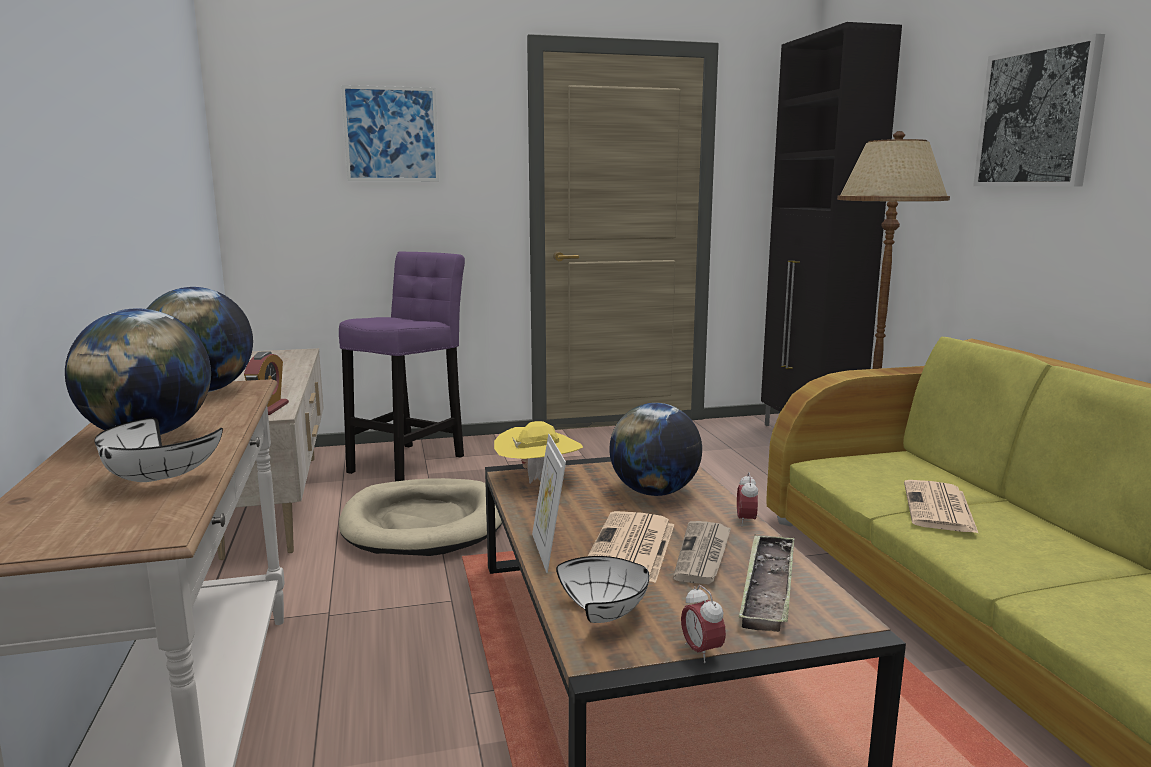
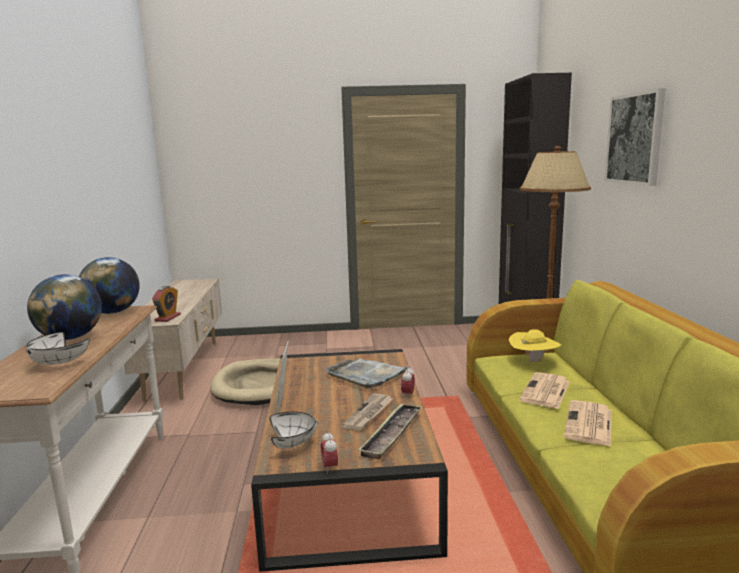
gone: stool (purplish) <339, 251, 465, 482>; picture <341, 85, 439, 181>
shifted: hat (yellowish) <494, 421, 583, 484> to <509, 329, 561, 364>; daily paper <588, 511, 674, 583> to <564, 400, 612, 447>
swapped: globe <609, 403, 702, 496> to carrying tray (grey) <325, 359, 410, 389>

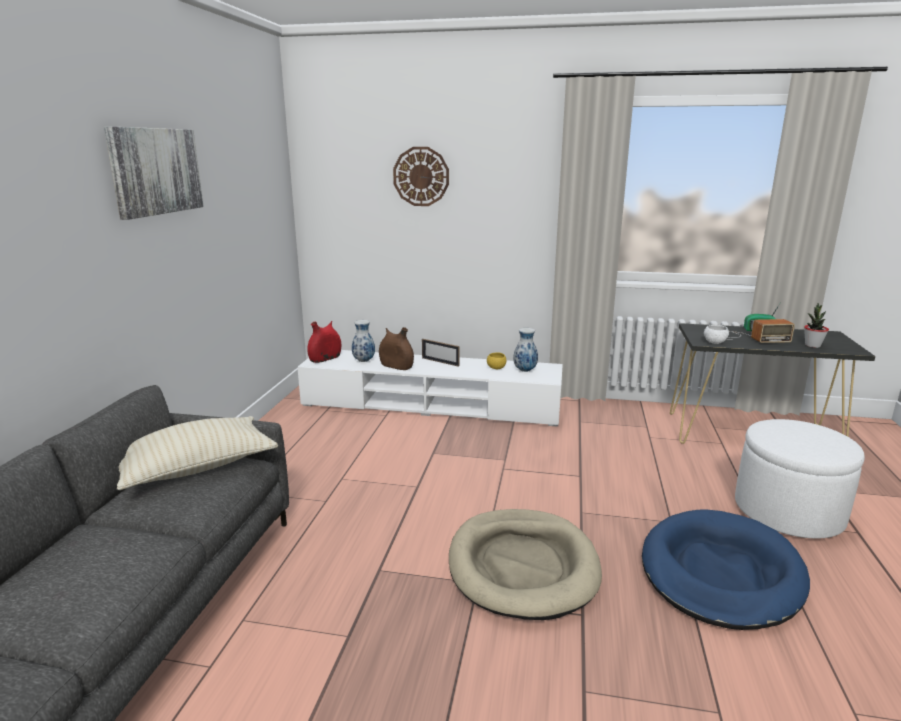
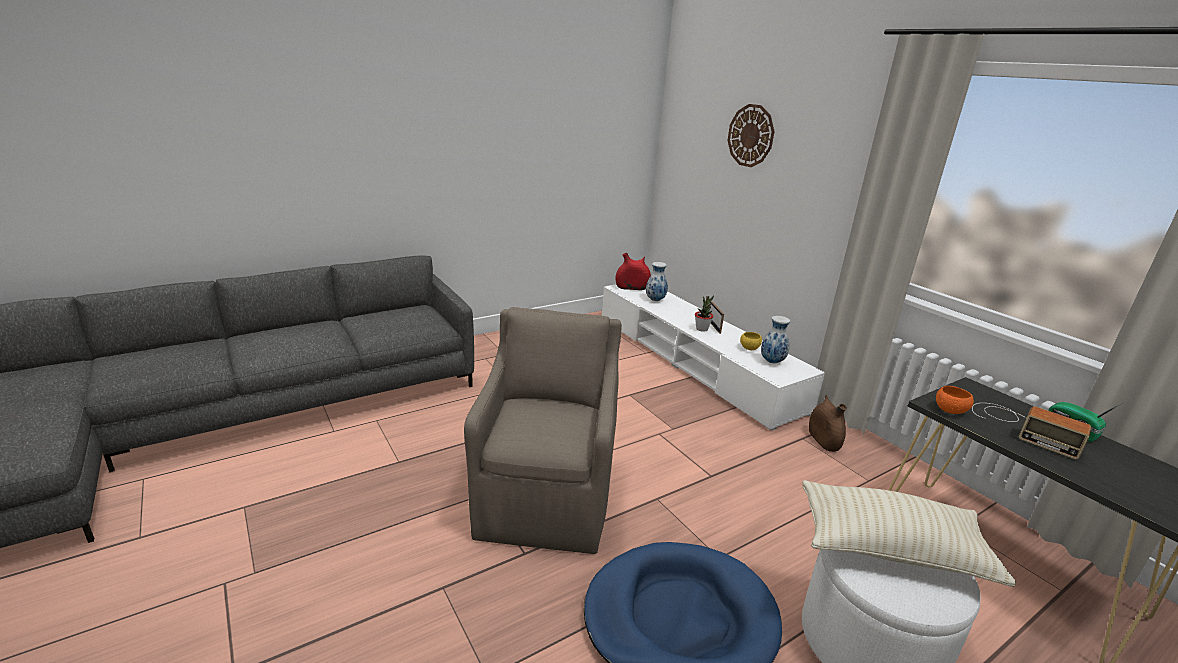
gone: picture <104, 126, 204, 220>
shifted: plant in a pot <804, 303, 829, 348> to <695, 295, 714, 332>; cushion (beige-coloured) <117, 416, 278, 490> to <802, 480, 1016, 587>; flower vase (brown-coloured) <379, 327, 414, 370> to <809, 395, 847, 452>
swapped: pet bed (beige-coloured) <449, 509, 602, 620> to lounge chair (brown-coloured) <464, 307, 622, 554>
repainted: bowl (whitish) <704, 325, 729, 344> to bowl (orangey) <936, 386, 974, 414>

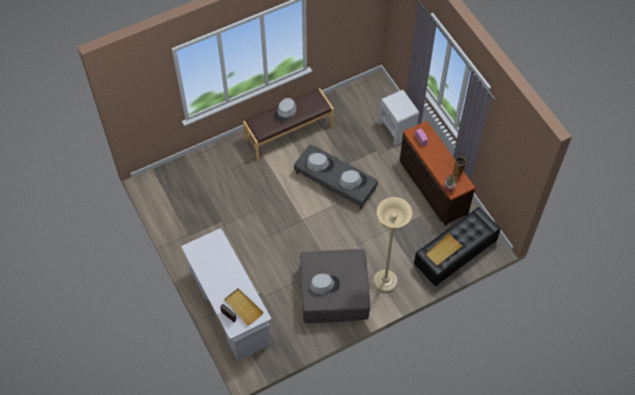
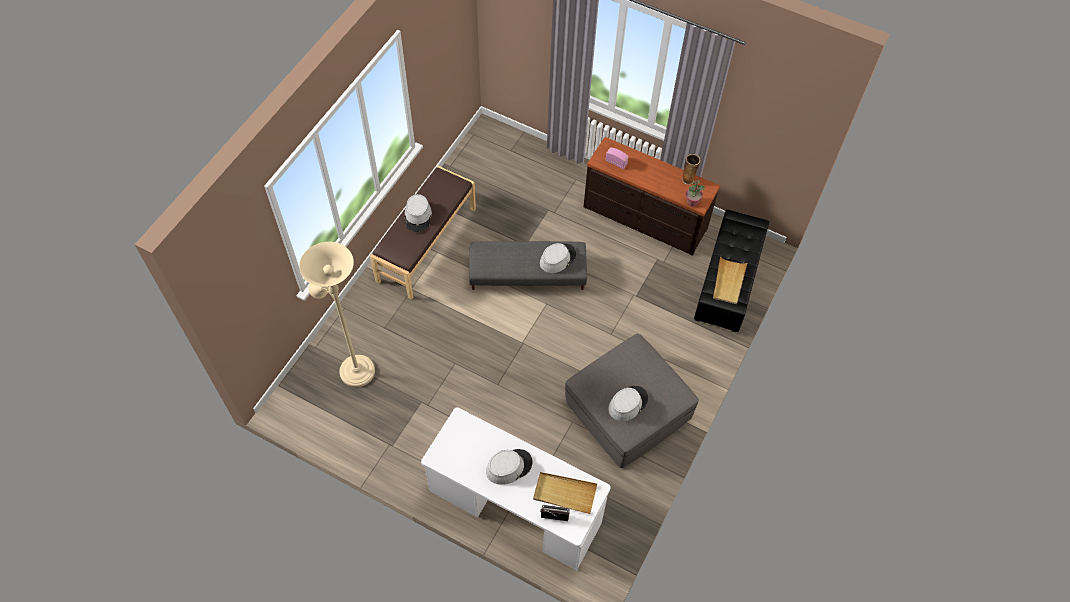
gone: nightstand (whitish) <379, 90, 419, 146>
shifted: floor lamp (beige-coloured) <373, 197, 412, 292> to <299, 242, 375, 387>; hat (grey) <306, 153, 334, 172> to <486, 449, 533, 485>

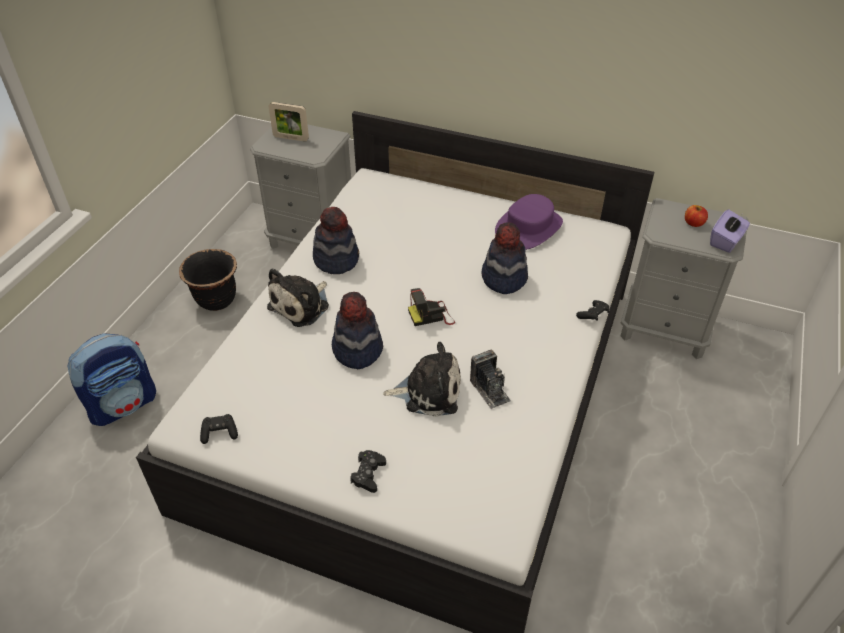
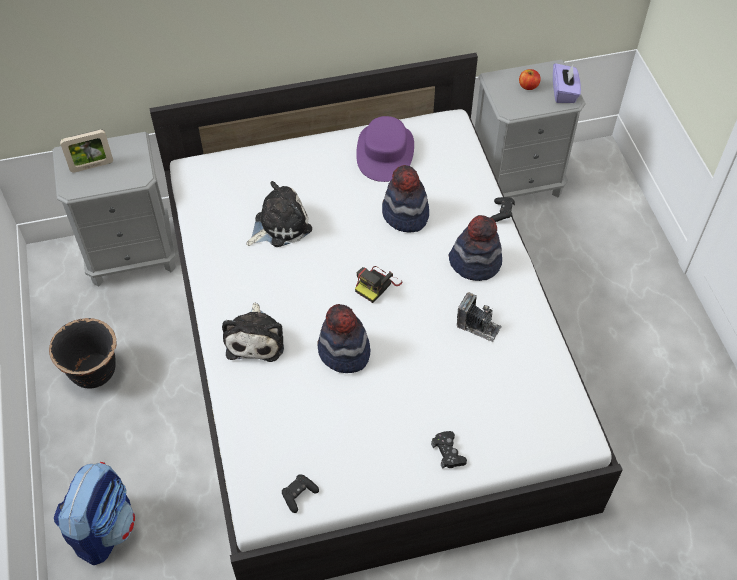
shifted: soft toy <383, 342, 461, 417> to <246, 181, 312, 247>; hat <313, 207, 359, 274> to <449, 215, 502, 281>

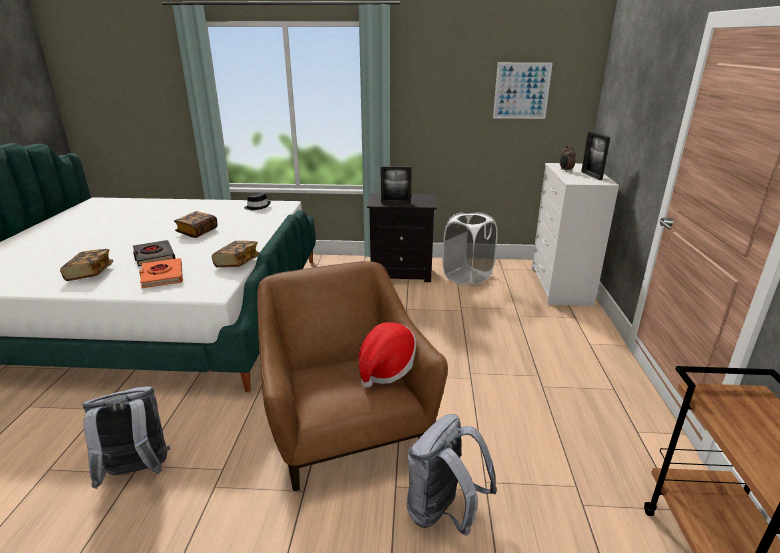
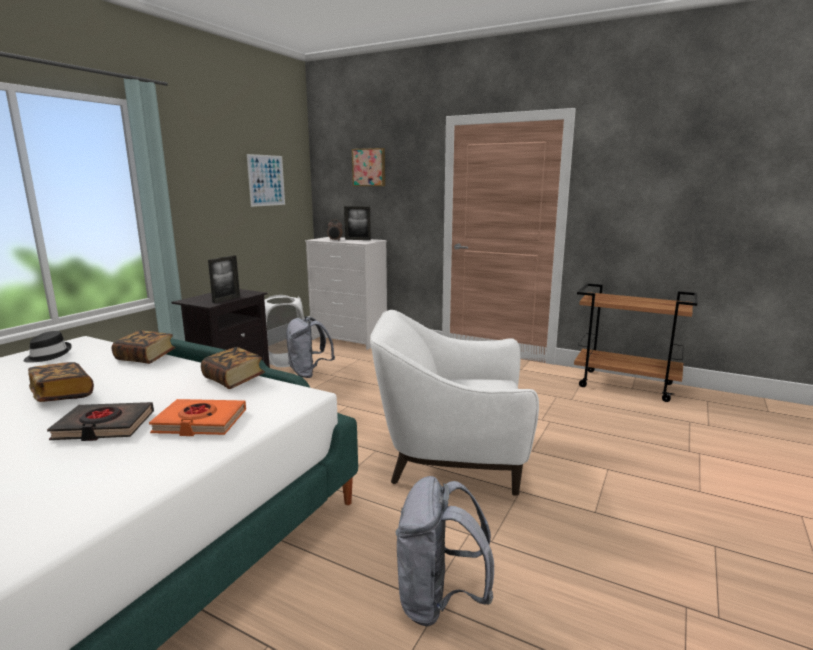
gone: hat <358, 322, 416, 388>
new: picture <352, 148, 385, 186>
shifted: volume <60, 249, 113, 281> to <111, 330, 176, 364>; rucksack (grey) <407, 414, 497, 535> to <286, 316, 335, 378>
repainted: lounge chair (brown-coloured) <257, 261, 448, 491> to lounge chair (whitish) <370, 310, 539, 496>

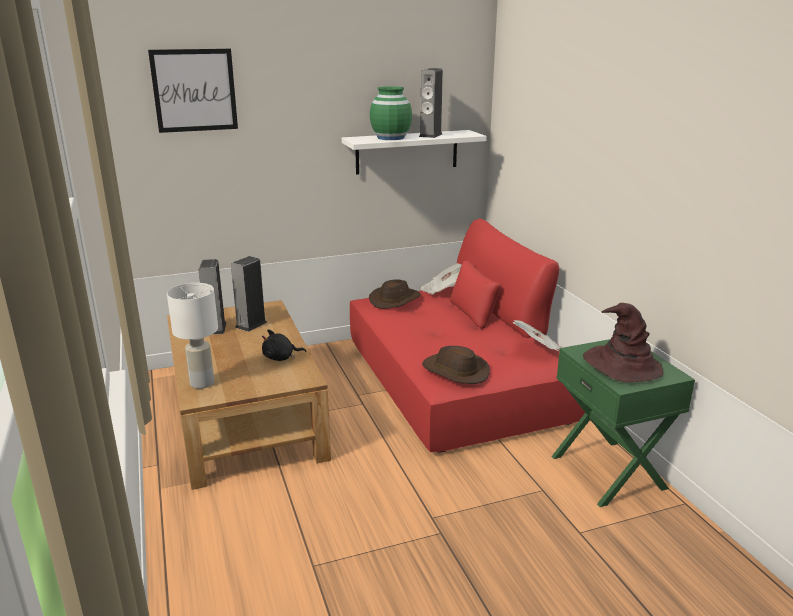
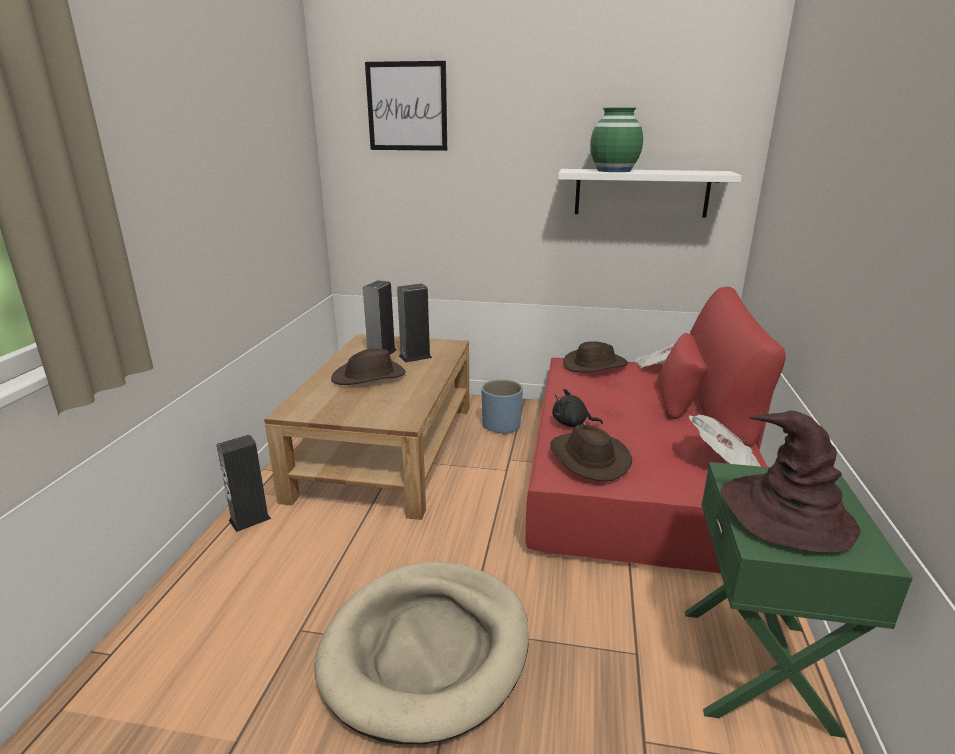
gone: tabletop lamp (whitish) <167, 283, 218, 389>
new: pet bed (beige-coloured) <314, 562, 529, 744>; hat (brown-coloured) <331, 348, 406, 385>; flower pot (blue-coloured) <481, 379, 523, 435>
shifted: audio speaker <419, 68, 443, 138> to <217, 435, 271, 532>; soft toy (black-coloured) <262, 330, 306, 361> to <552, 389, 603, 427>

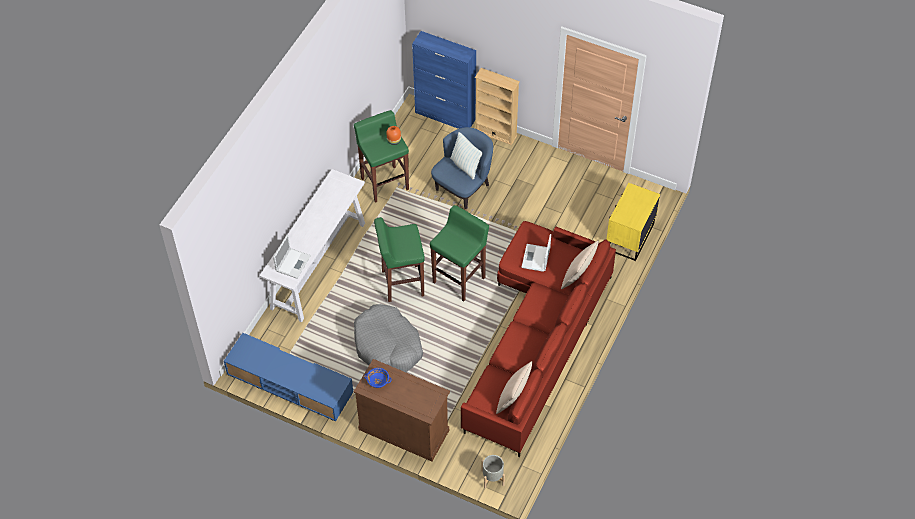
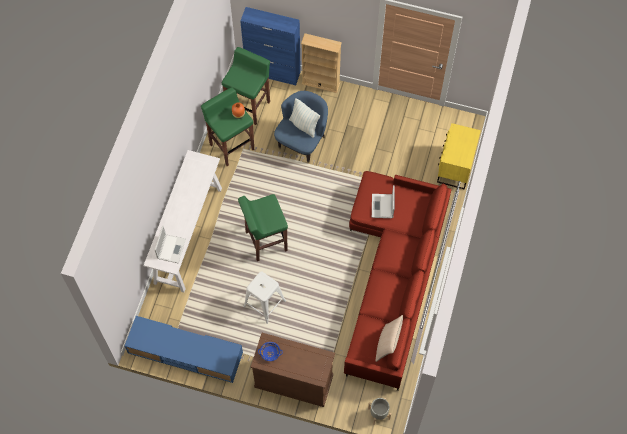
gone: cushion (beige-coloured) <561, 241, 599, 289>
shifted: stool (green) <430, 205, 489, 301> to <222, 47, 270, 125>
swapped: pet bed (grey) <354, 304, 423, 373> to stool (whitish) <243, 272, 286, 324>

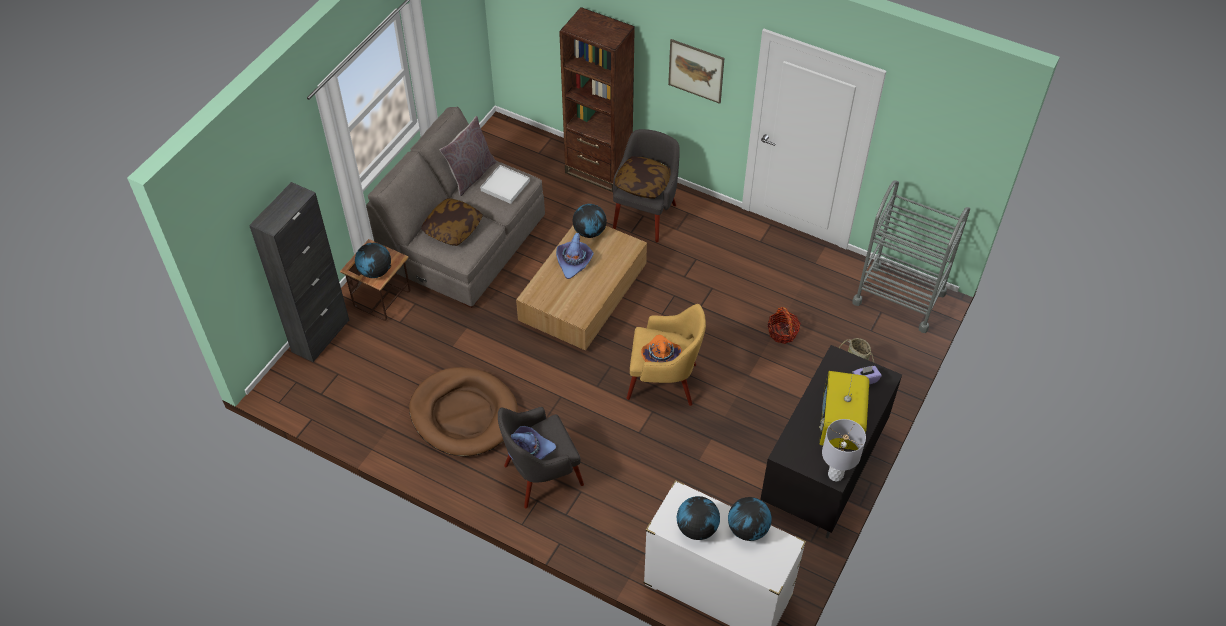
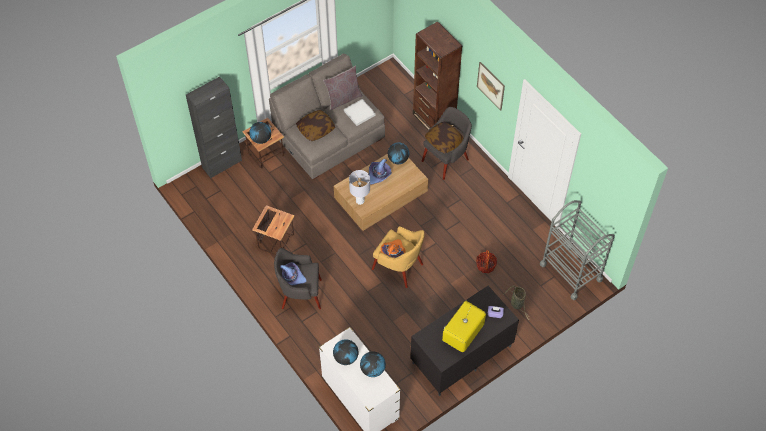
shifted: tabletop lamp (grey) <822, 419, 866, 482> to <349, 170, 370, 205>
swapped: pet bed (brown-coloured) <409, 367, 518, 456> to accent table <252, 205, 295, 255>

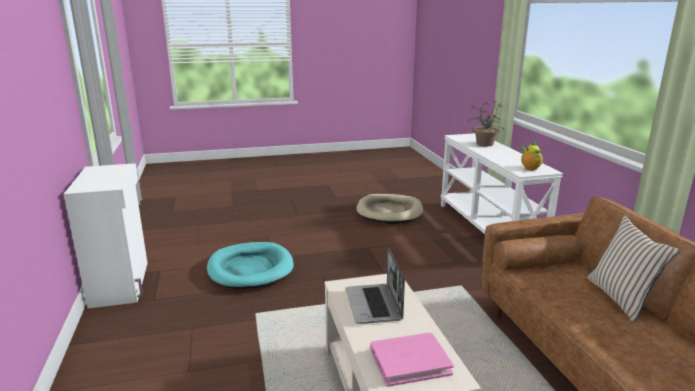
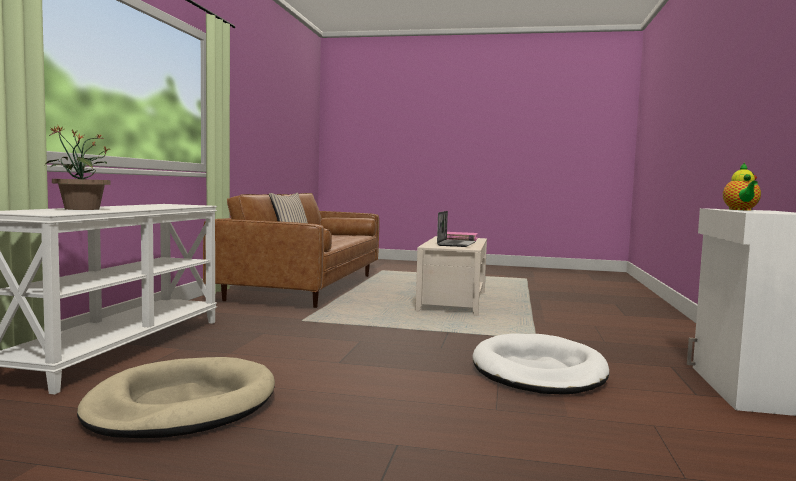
shifted: pot for tea <521, 141, 543, 170> to <723, 162, 761, 211>
repainted: pet bed (turquoise) <207, 242, 294, 289> to pet bed (whitish) <472, 333, 609, 395>

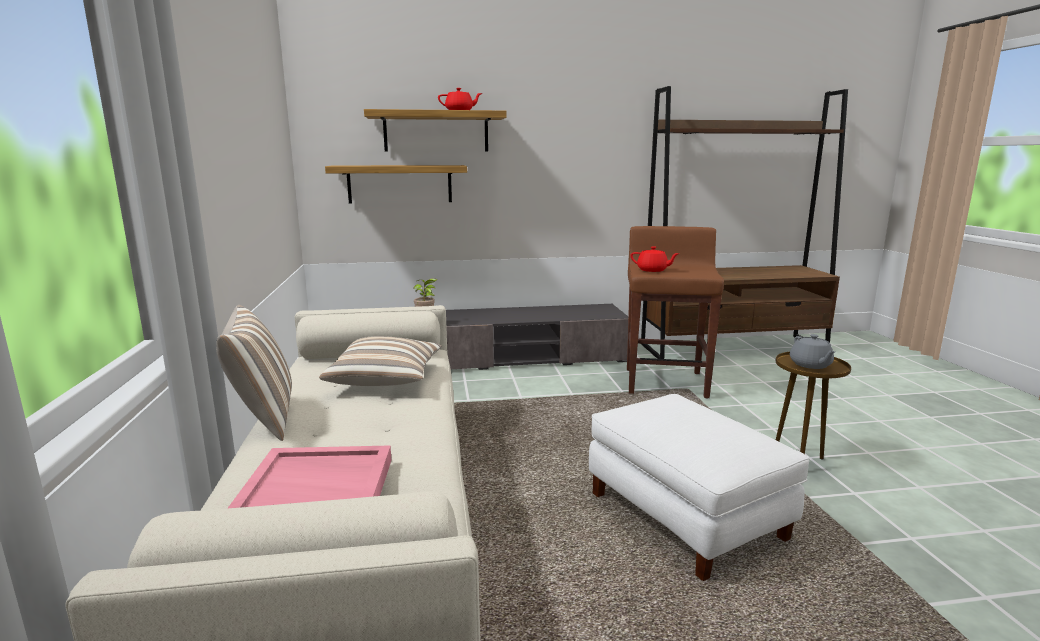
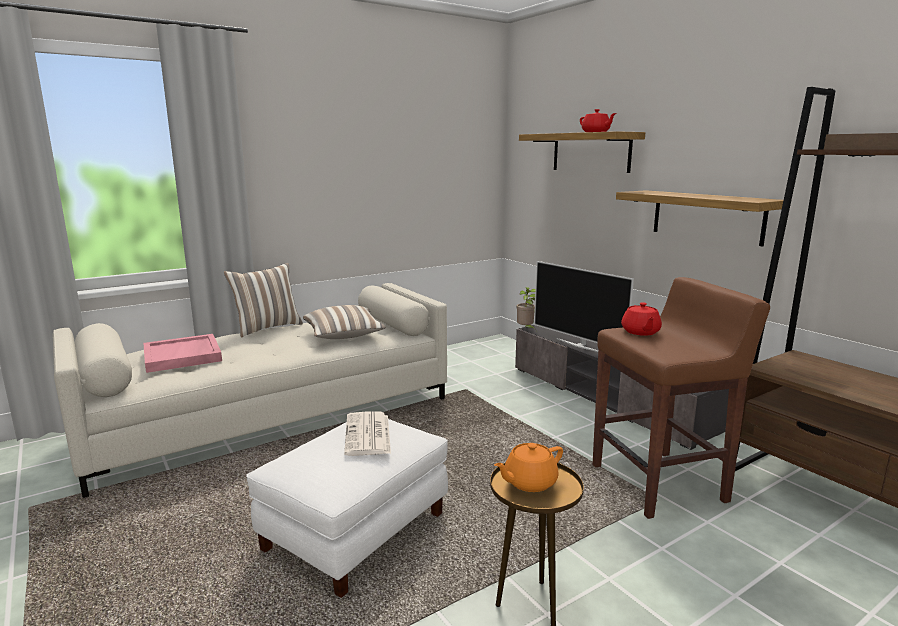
new: daily paper <344, 411, 391, 456>; television <534, 261, 634, 352>
shifted: shelf <325, 165, 467, 203> to <616, 190, 784, 246>
repainted: pot for tea (grey) <790, 334, 835, 369> to pot for tea (orangey) <494, 443, 563, 492>

